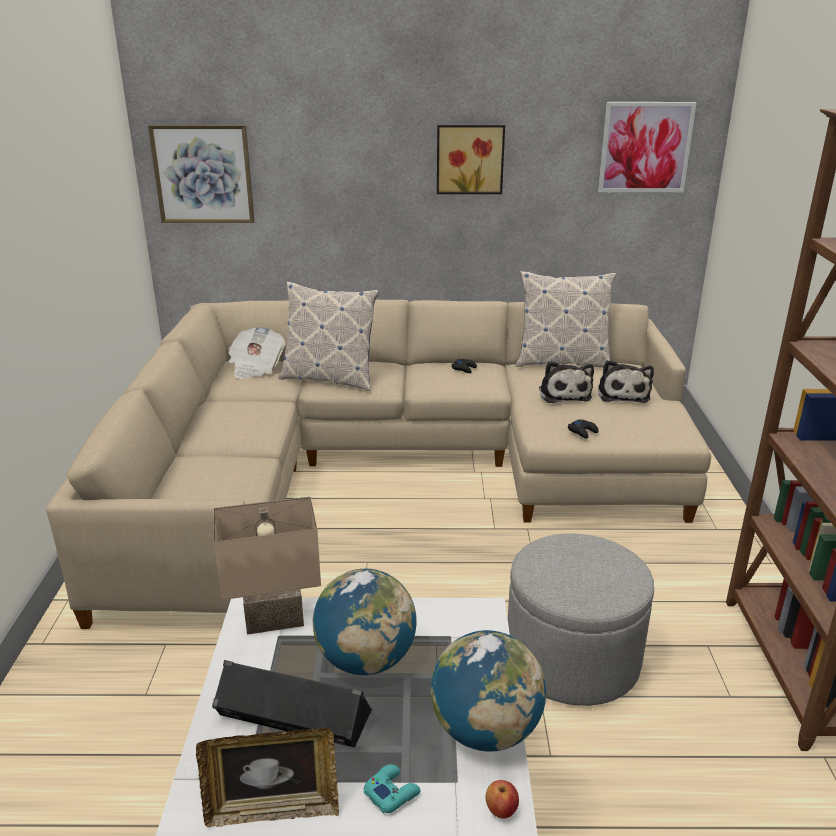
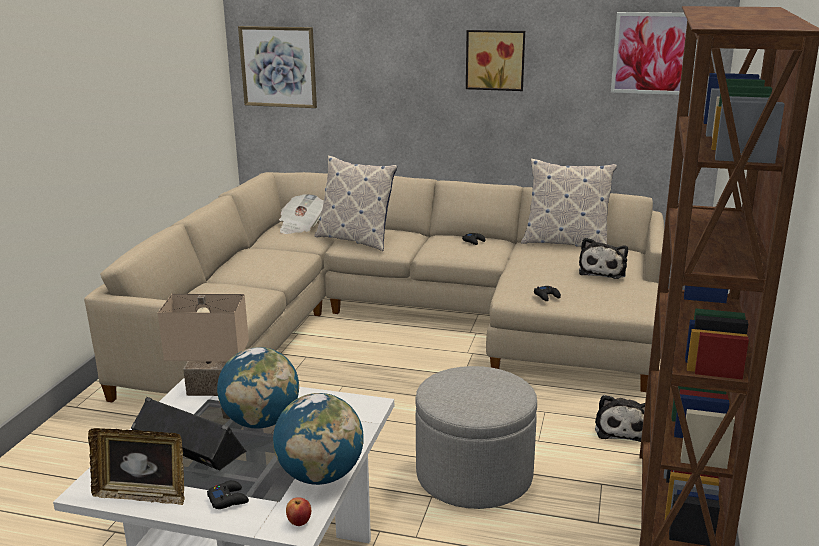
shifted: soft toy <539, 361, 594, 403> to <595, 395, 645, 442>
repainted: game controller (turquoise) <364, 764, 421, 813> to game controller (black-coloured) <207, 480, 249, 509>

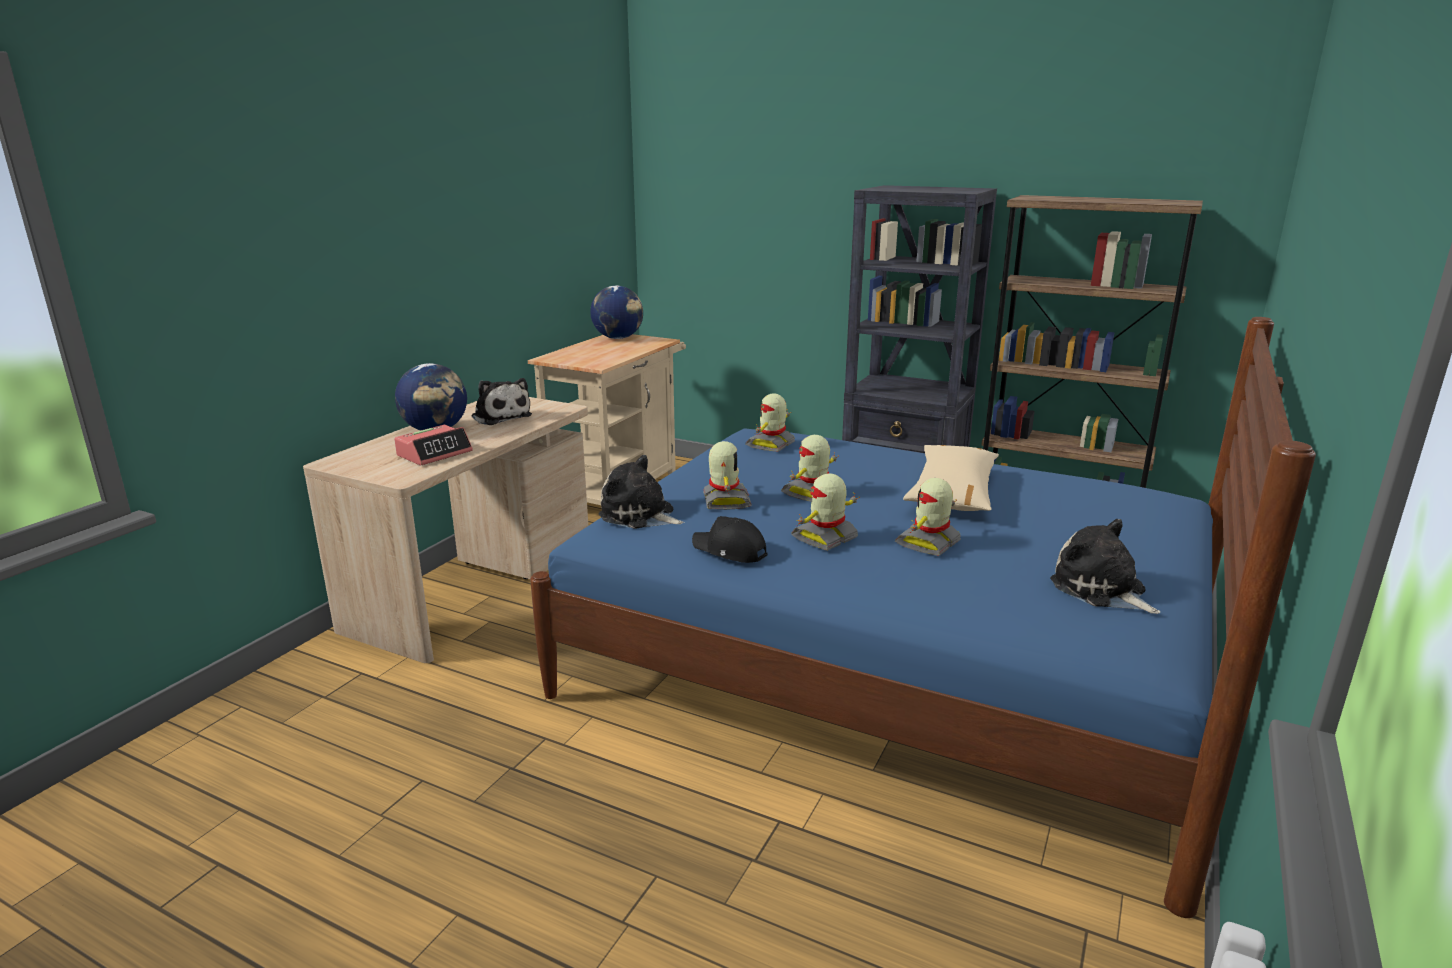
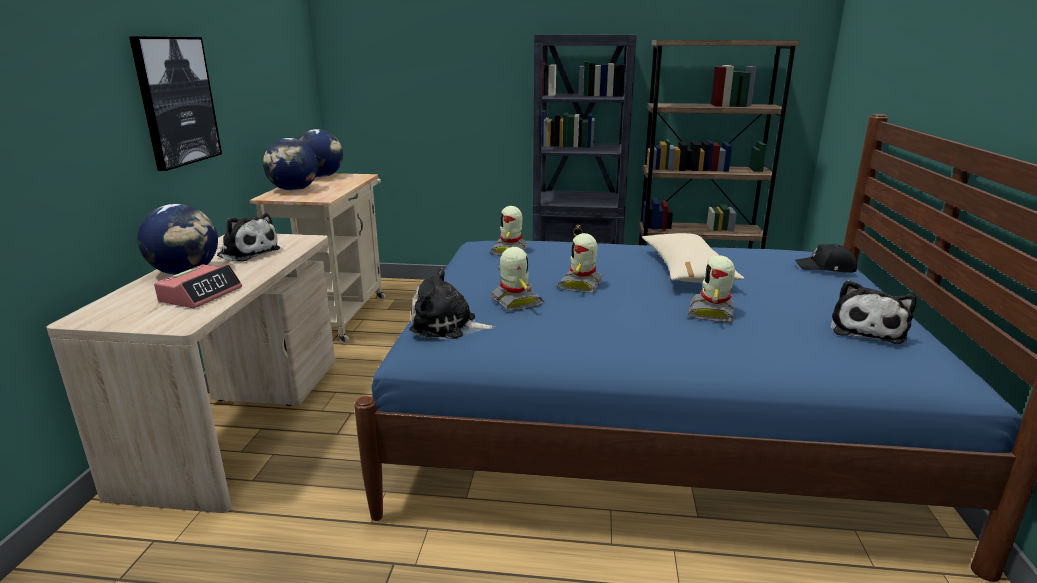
gone: robot figure <791, 473, 860, 551>
new: picture <129, 36, 222, 171>; globe <263, 138, 318, 191>
shifted: peaked cap (black-coloured) <692, 516, 767, 563> to <795, 244, 857, 273>
rotated: soft toy <1050, 519, 1160, 614> = <831, 280, 916, 344> 105 degrees counterclockwise

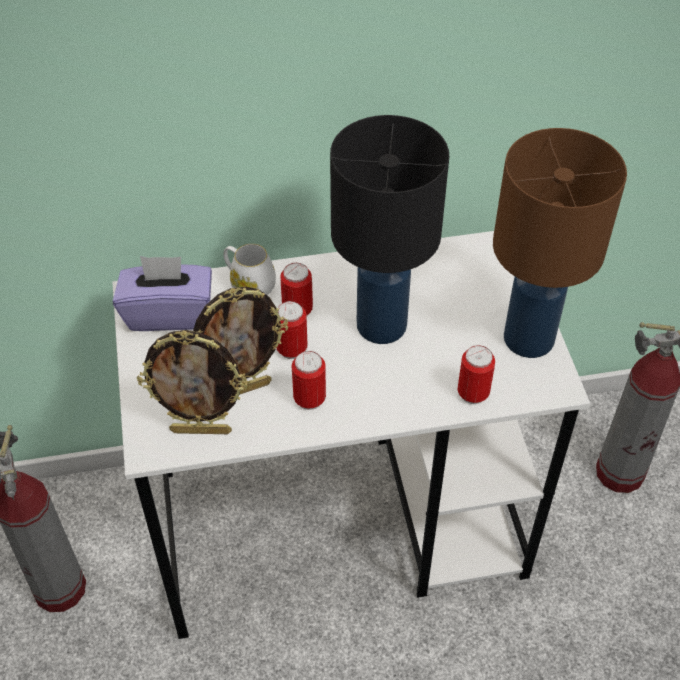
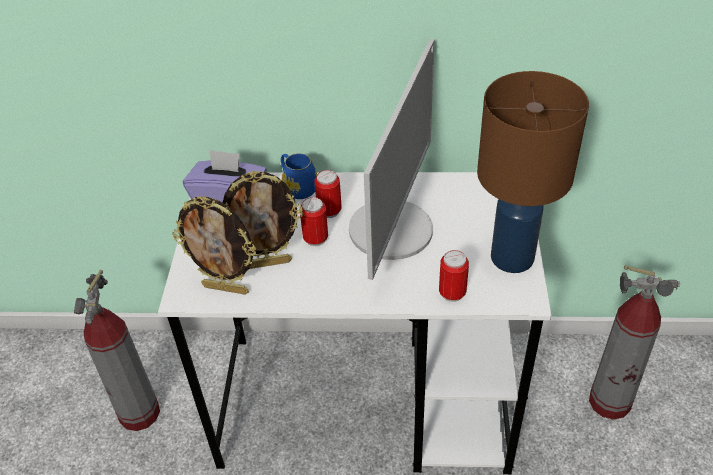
gone: metal can <292, 351, 326, 410>
swapped: tabletop lamp (black-coloured) <330, 115, 449, 344> to computer screen <349, 39, 435, 280>
repainted: mug (whitish) <223, 244, 276, 295> to mug (blue-coloured) <281, 153, 317, 199>

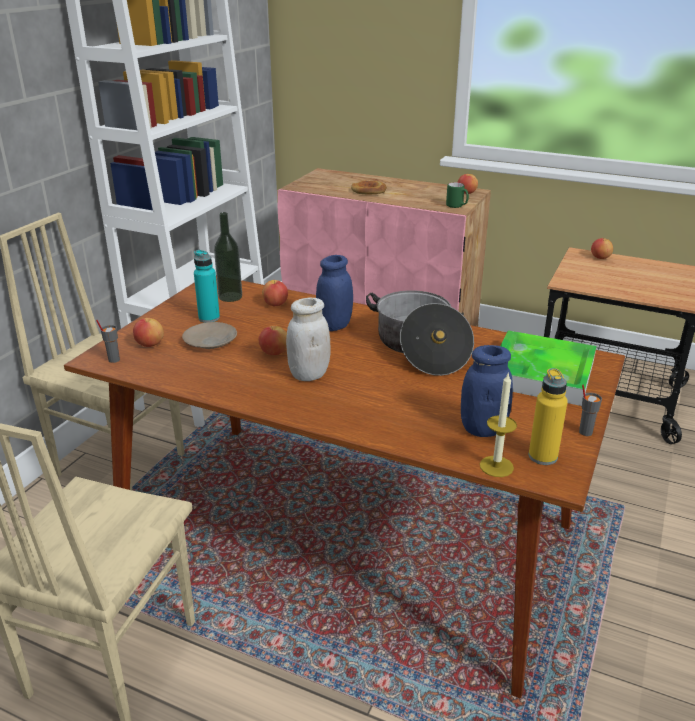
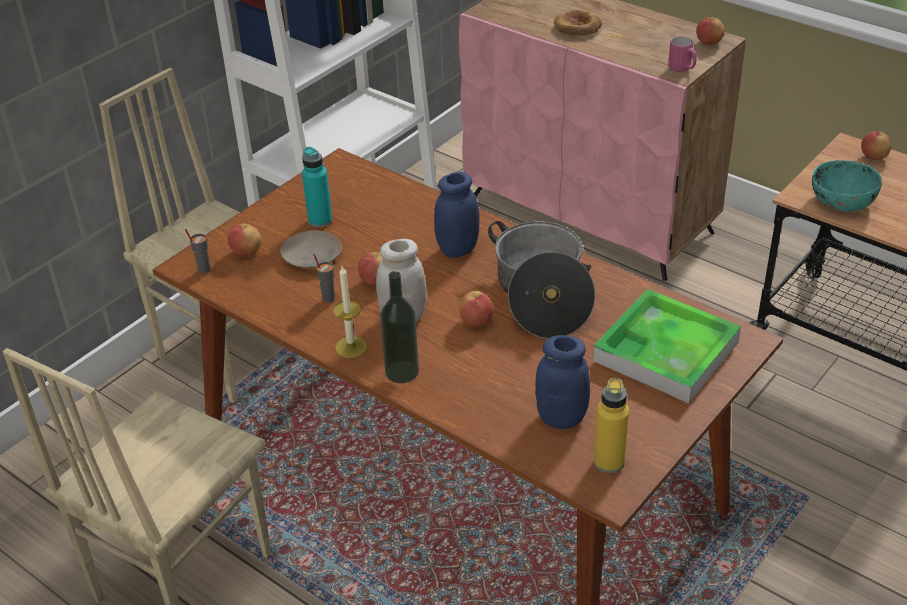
new: bowl (turquoise) <812, 160, 882, 212>
shifted: drinking cup (grey) <579, 384, 602, 436> to <313, 254, 335, 303>; wax light <480, 374, 517, 477> to <333, 266, 367, 358>; bottle <214, 212, 242, 302> to <380, 271, 419, 383>; apple <262, 280, 288, 306> to <459, 291, 494, 327>
repainted: mug (green) <446, 182, 469, 208> to mug (pink) <668, 36, 697, 72>

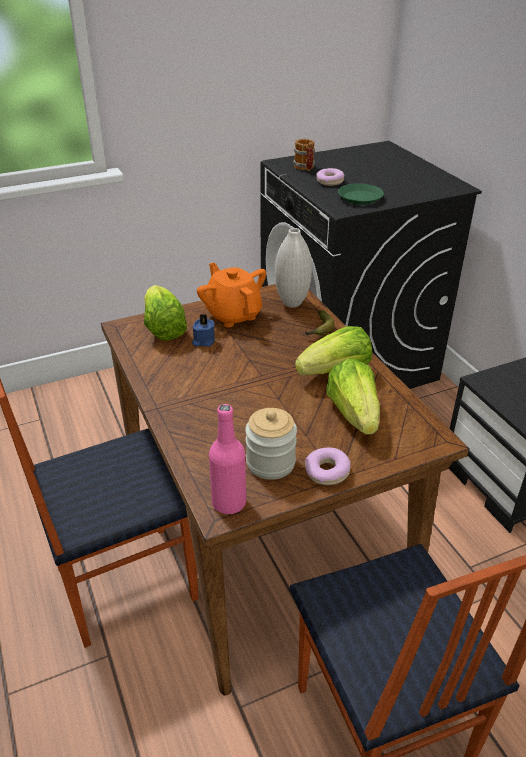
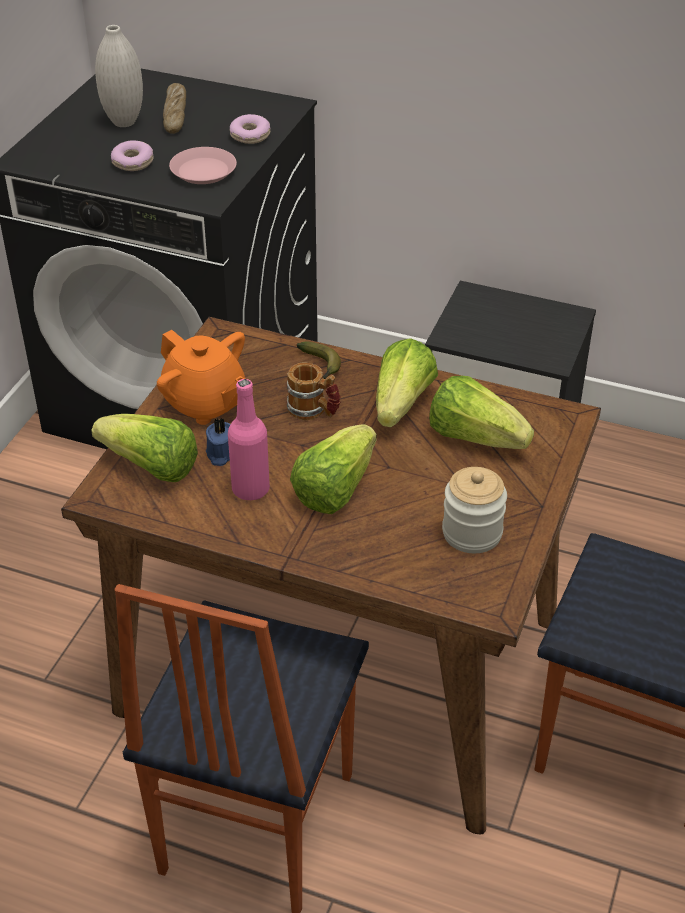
new: bread <163, 83, 186, 134>; lettuce <290, 424, 377, 514>
shifted: flower vase (whitish) <275, 228, 312, 308> to <95, 25, 143, 127>; bottle (pink) <209, 404, 246, 514> to <228, 379, 270, 501>; doughnut <305, 447, 351, 485> to <230, 114, 270, 144>; mug <293, 139, 315, 171> to <287, 362, 341, 420>
repainted: dinner plate (green) <338, 183, 384, 205> to dinner plate (pink) <169, 147, 237, 184>
rotated: pot for tea (orangey) <197, 262, 266, 328> = <157, 330, 245, 425> 150 degrees counterclockwise

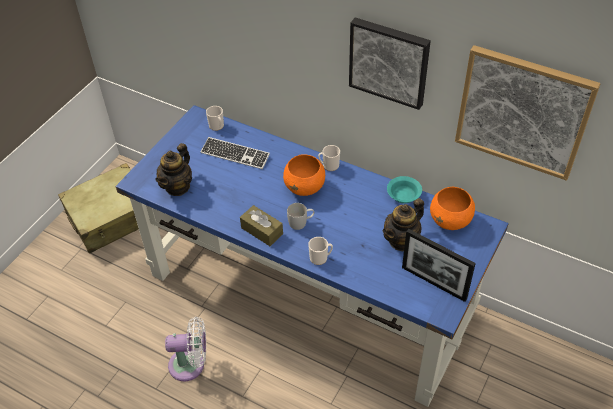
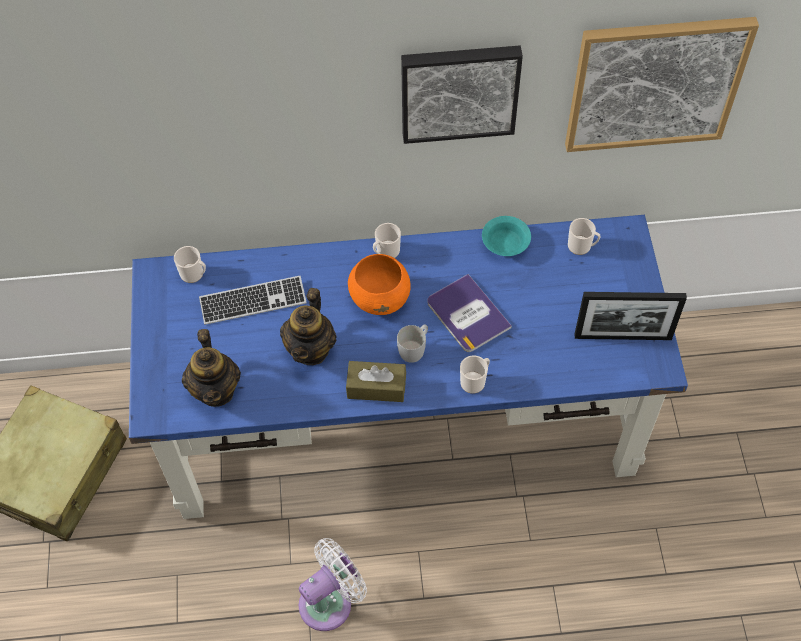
new: volume <427, 274, 512, 352>
shifted: pot for tea <383, 198, 424, 251> to <280, 288, 337, 365>
swapped: bowl (orangey) <430, 187, 475, 230> to mug <568, 218, 601, 255>

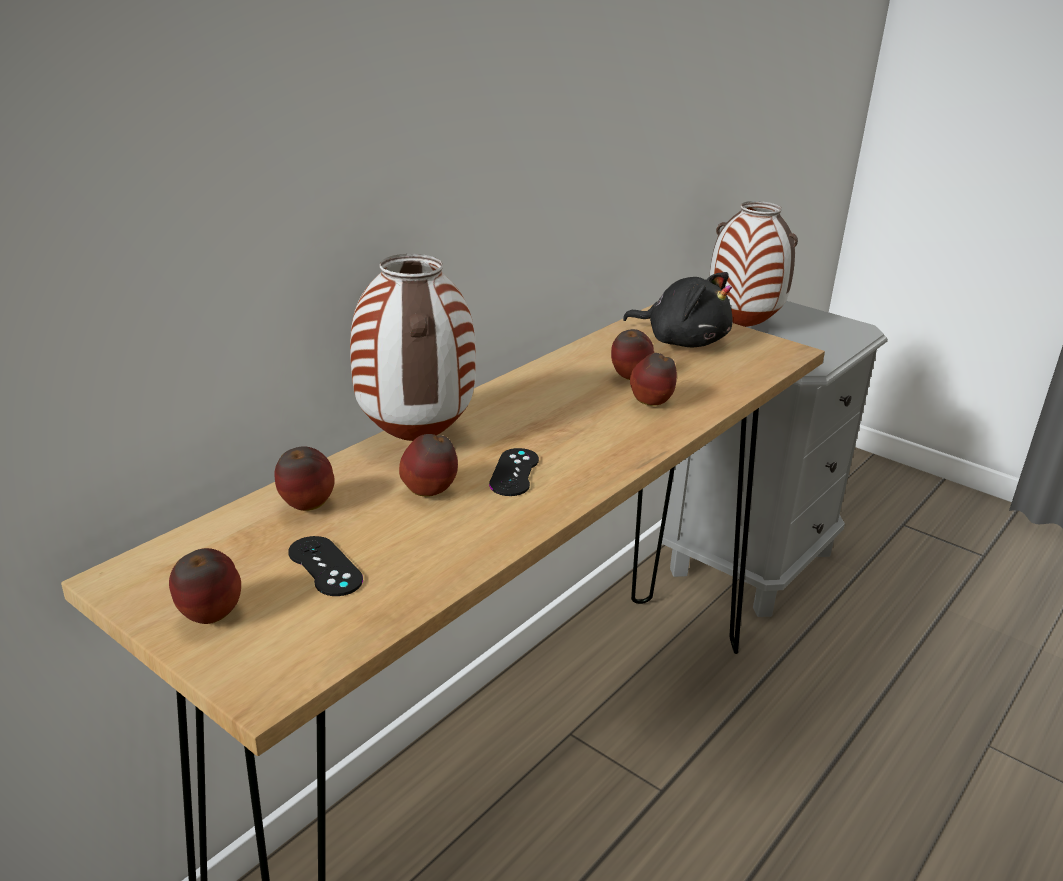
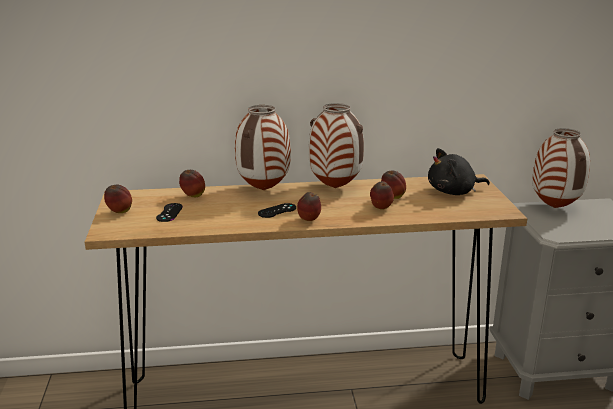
new: flower vase <308, 103, 364, 188>
shifted: apple <399, 434, 458, 496> to <297, 192, 321, 221>
rotated: soft toy (black-coloured) <623, 272, 733, 347> = <428, 148, 490, 195> 90 degrees clockwise

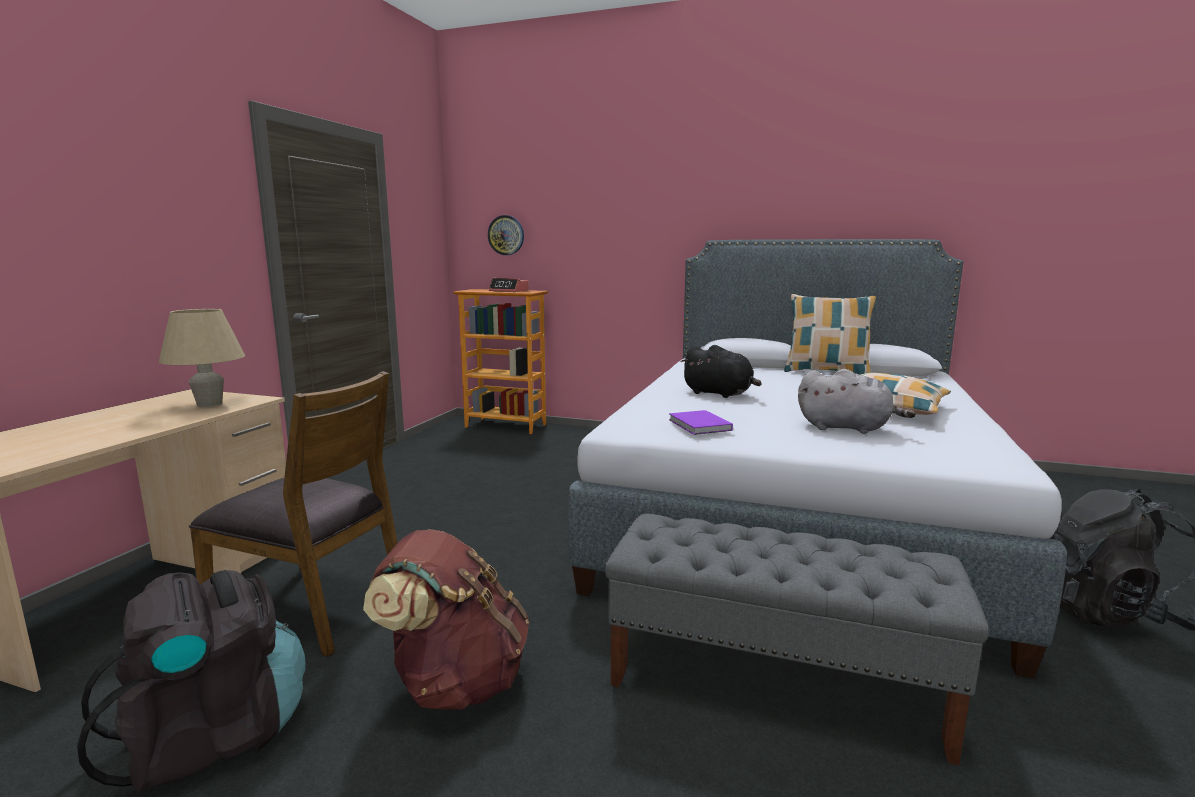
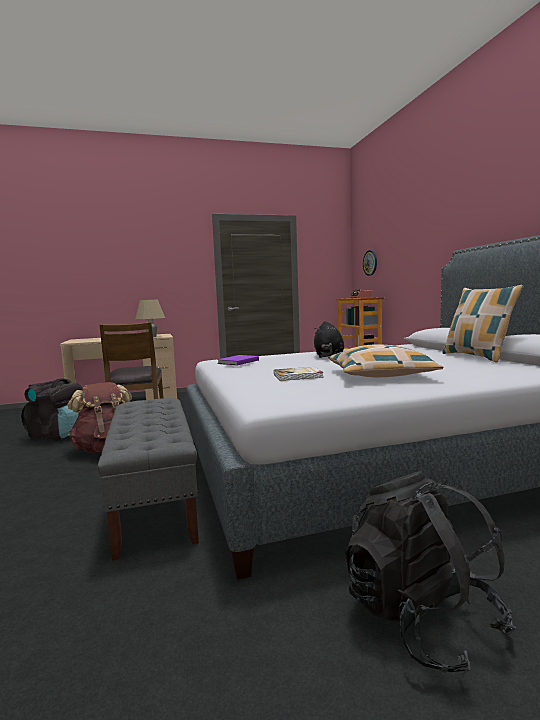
swapped: soft toy (grey) <798, 369, 916, 434> to volume <274, 367, 324, 381>

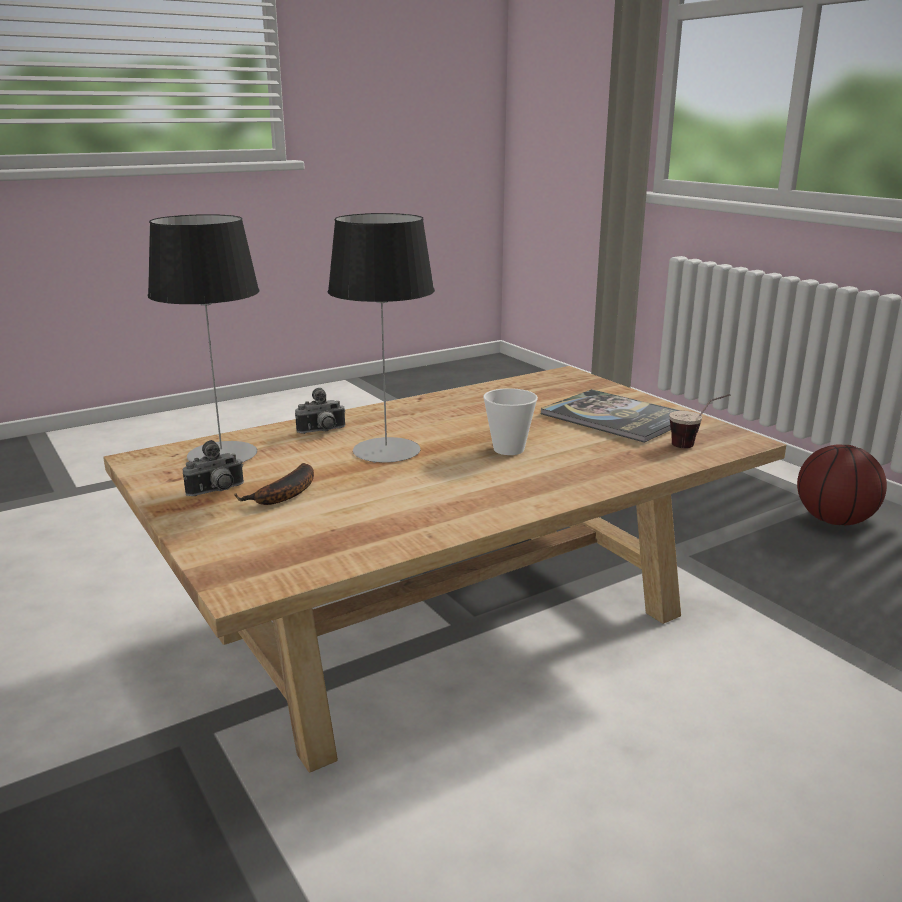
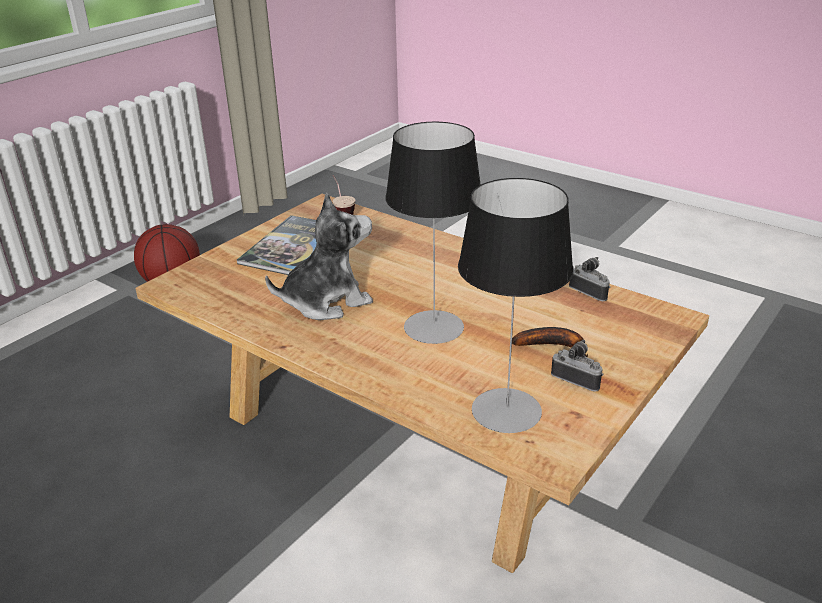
gone: drinking cup <483, 388, 538, 455>
new: soft toy <265, 193, 373, 320>
shifted: photo camera <295, 388, 346, 434> to <569, 257, 610, 301>

